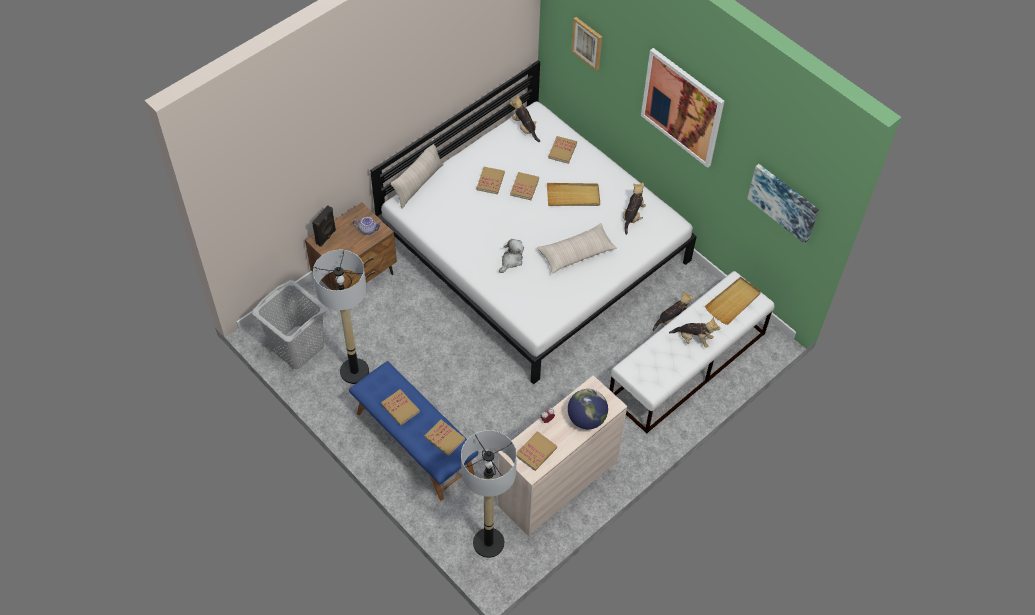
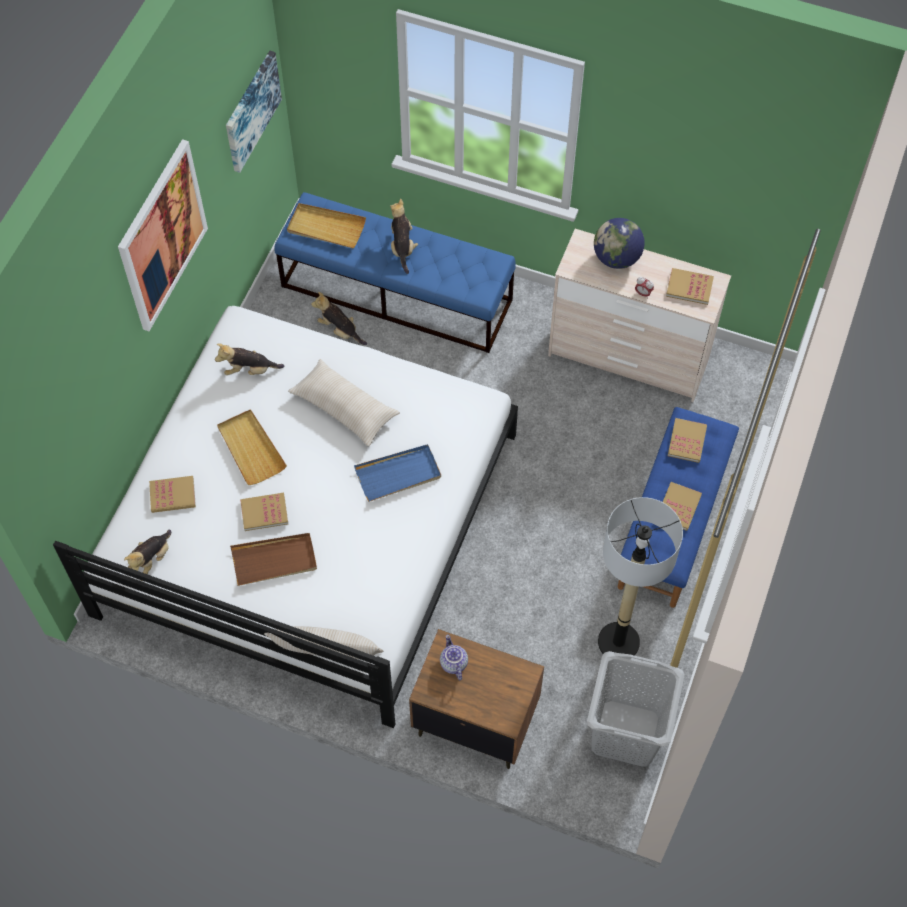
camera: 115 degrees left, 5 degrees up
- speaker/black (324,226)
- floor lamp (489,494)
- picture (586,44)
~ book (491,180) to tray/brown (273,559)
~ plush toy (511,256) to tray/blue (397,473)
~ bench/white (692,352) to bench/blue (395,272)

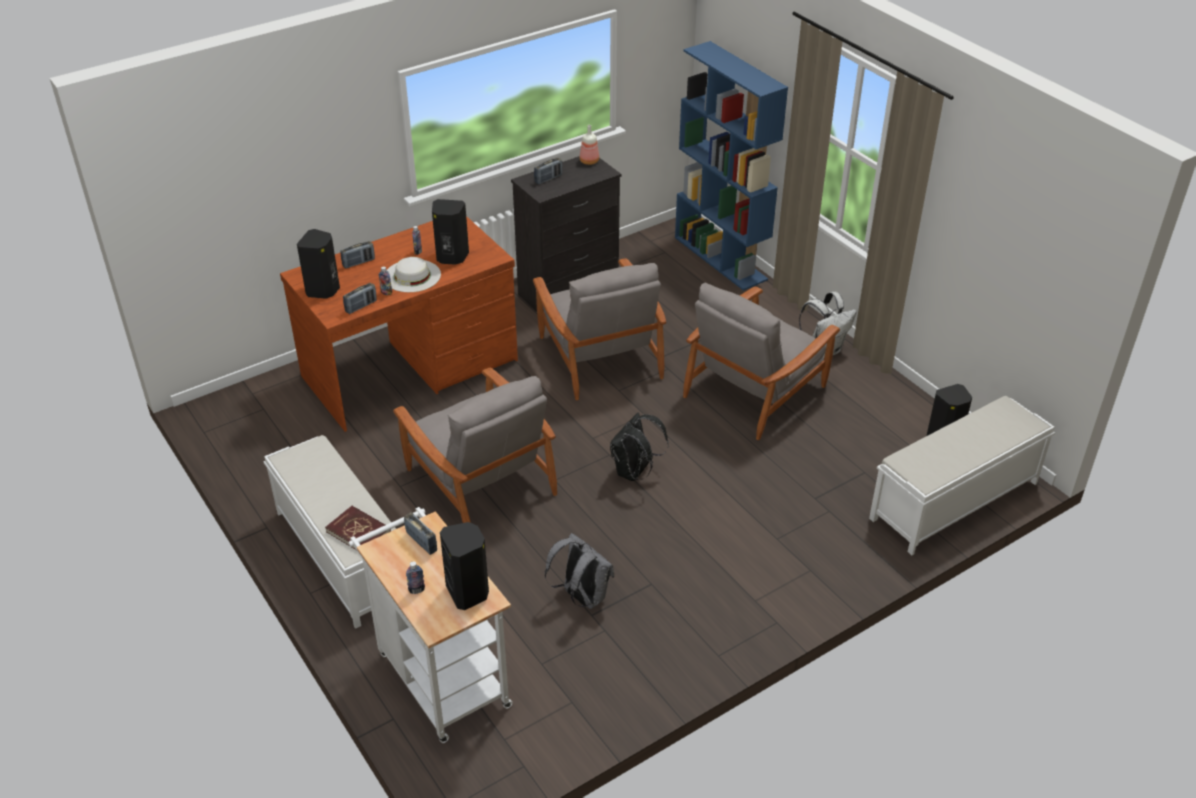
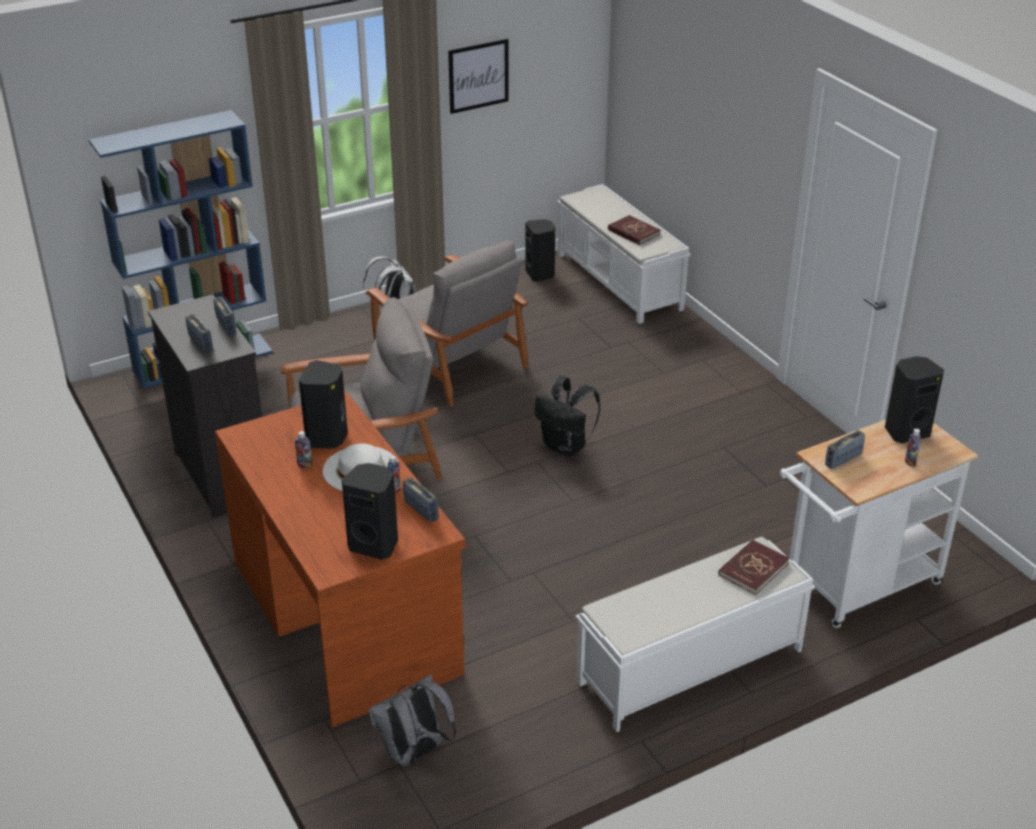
camera: 85 degrees left, 5 degrees down
- armchair/grey (475,445)
- bottle (589,145)
+ picture (478,76)
+ book/red (634,230)
~ radio (357,255) to (225,316)
~ backpack/grey (579,571) to (412,721)

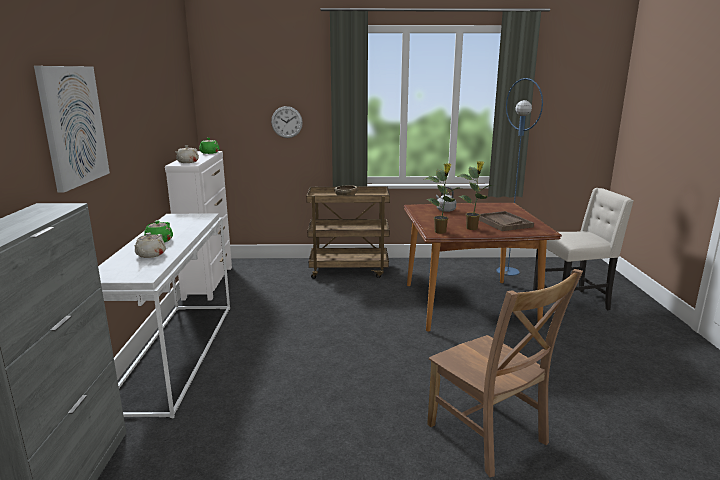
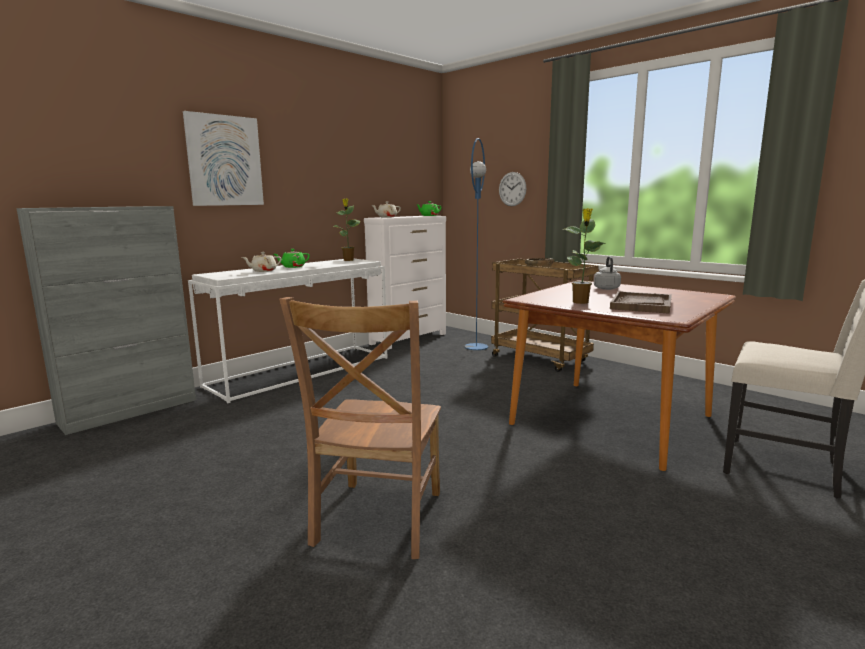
camera: 45 degrees right, 5 degrees down
~ potted plant (441,198) to (346,229)
~ floor lamp/blue (519,177) to (476,244)

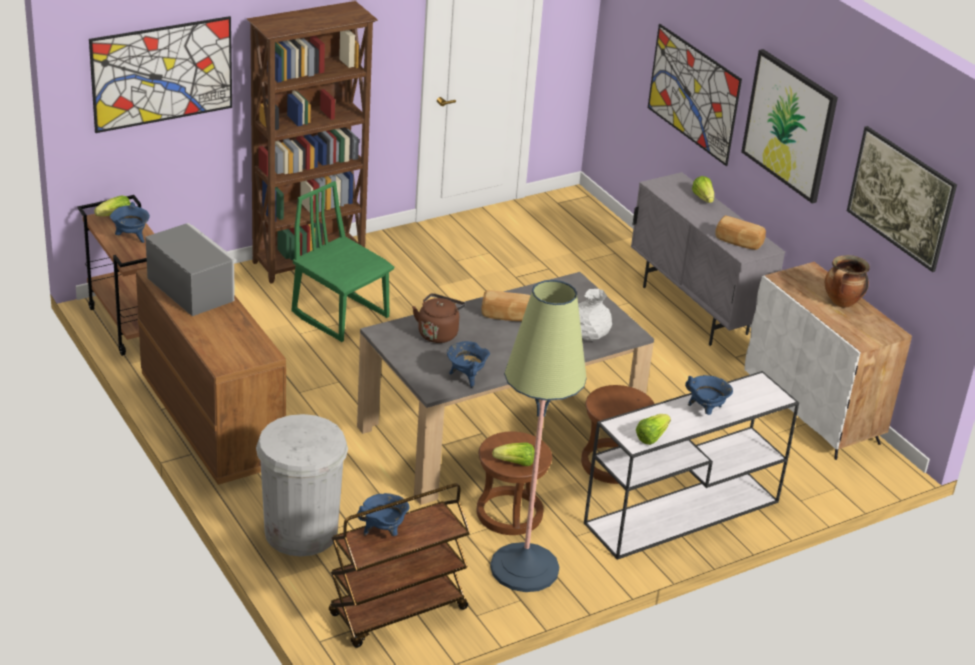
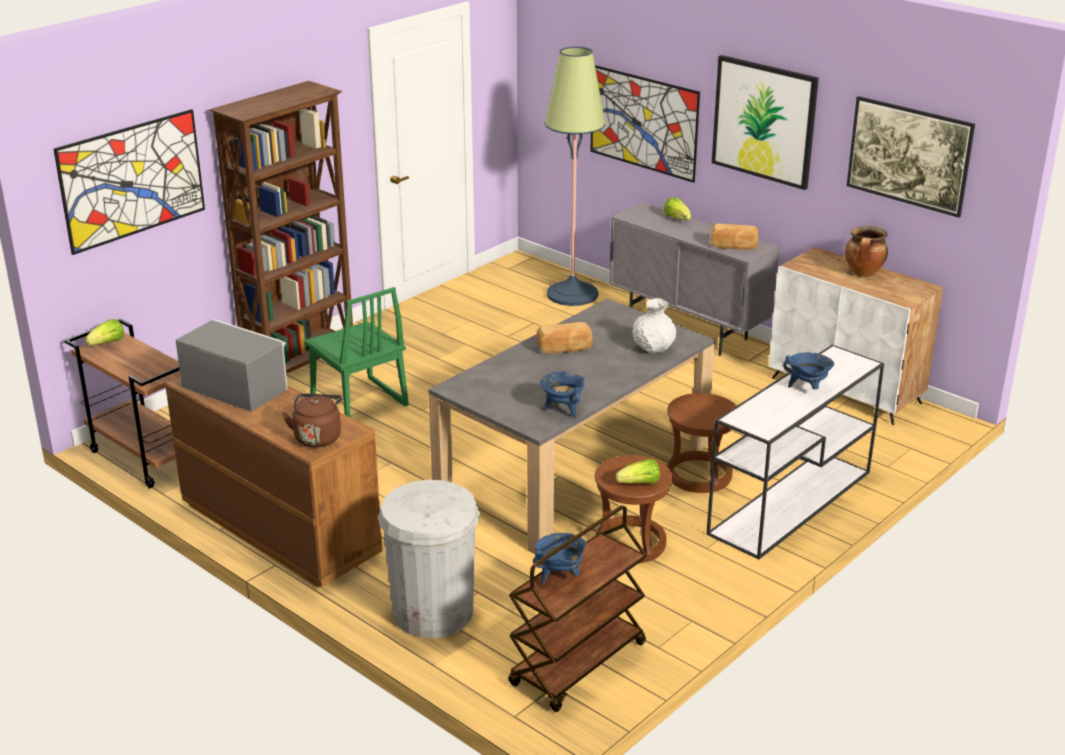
camera: 15 degrees left, 5 degrees down
- cooking pot/blue (130,222)
- lettuce (653,429)
~ kettle/brown (438,318) to (312,420)
~ floor lamp (538,436) to (575,176)
~ chair/green (342,261) = (356,352) 150 degrees counterclockwise

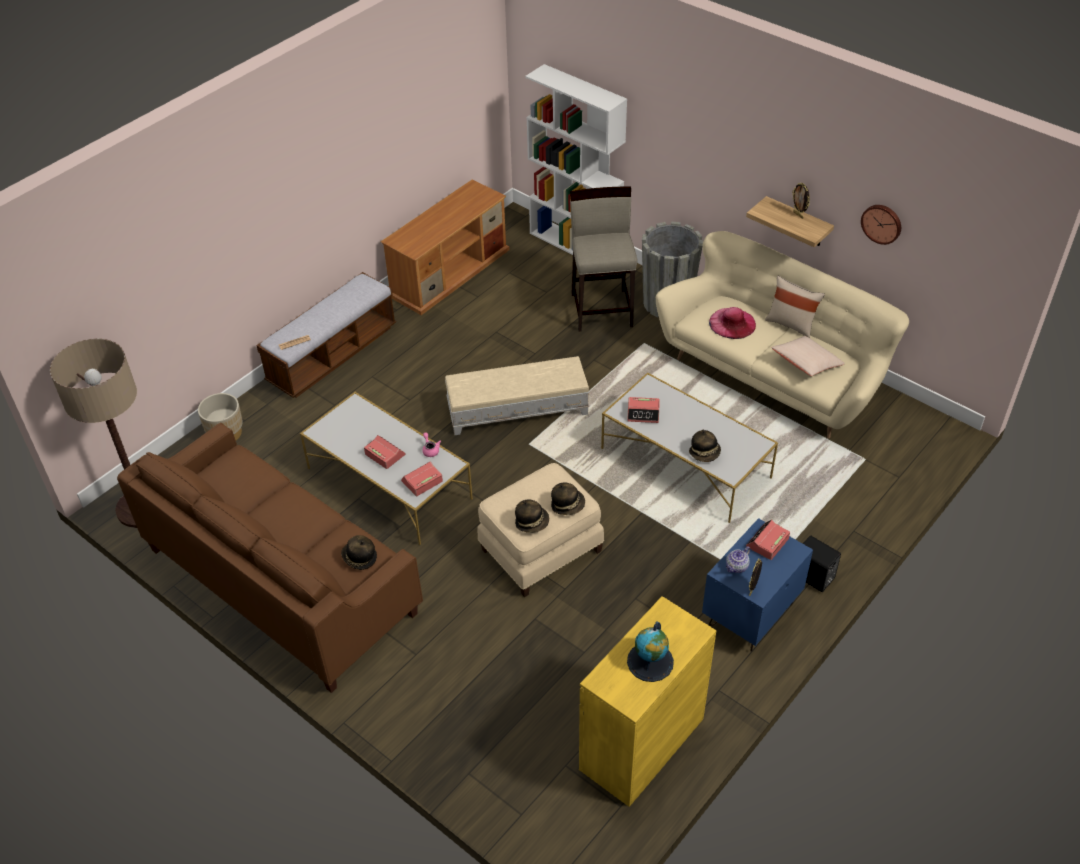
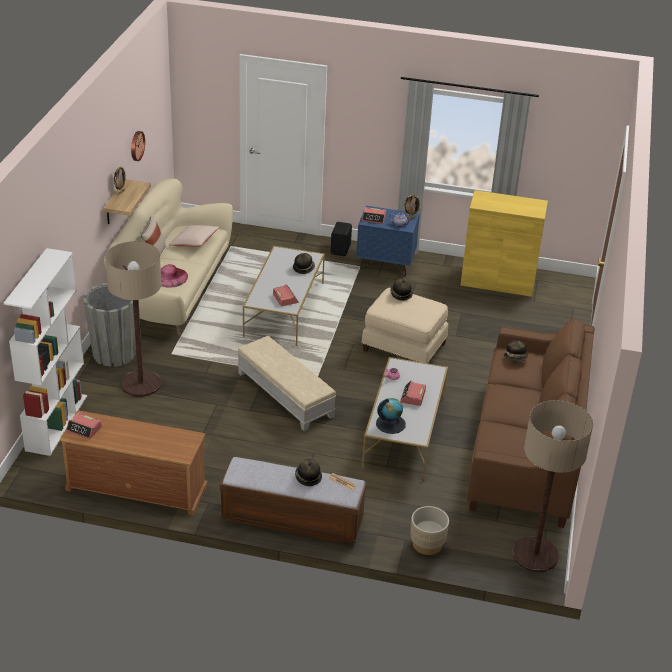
camera: 120 degrees left, 10 degrees down
~ alarm clock (422,478) to (84,426)
~ hat (532,516) to (308,472)
~ globe (650,652) to (391,416)
~ stool/beige (604,259) to floor lamp (133,319)

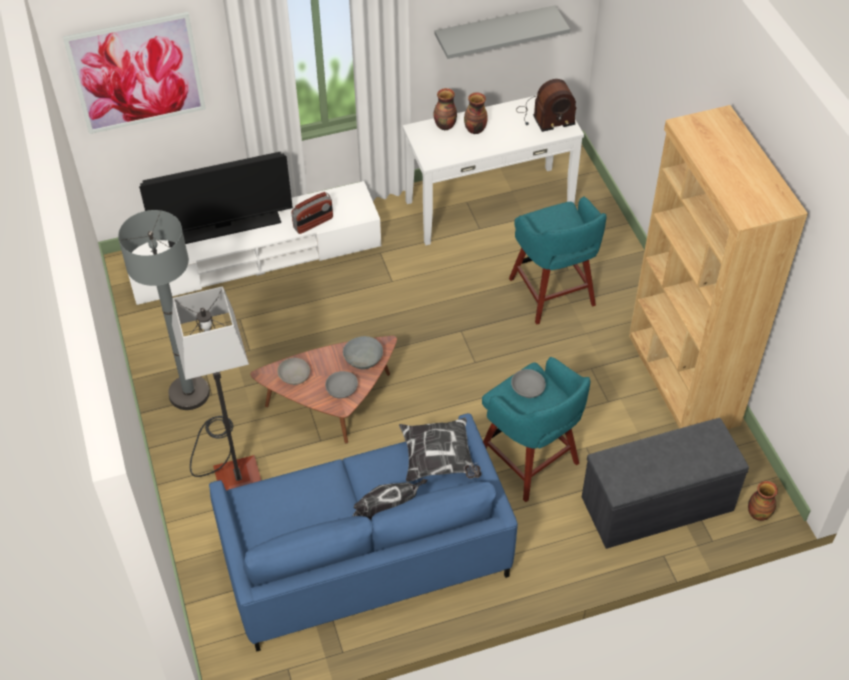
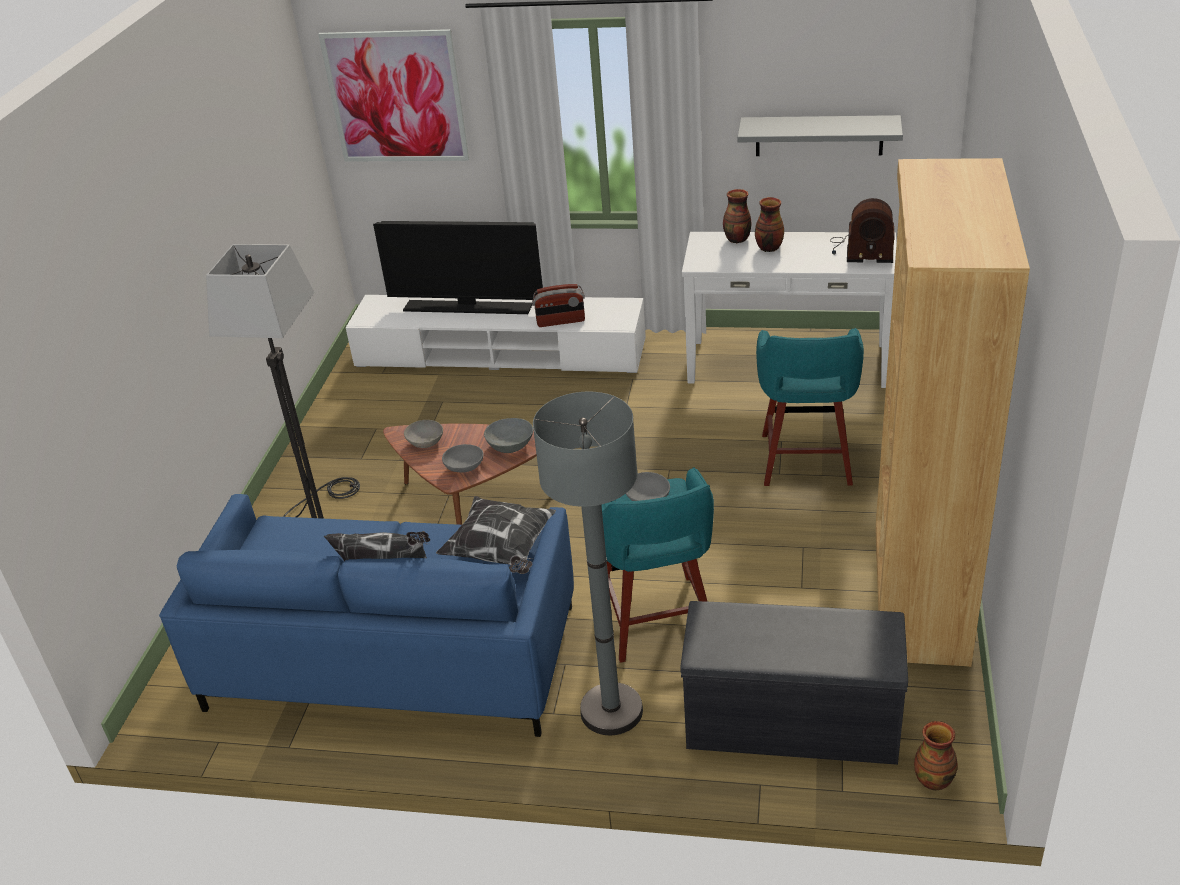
camera: 30 degrees right, 15 degrees down
~ floor lamp/grey (164,310) to (588,563)

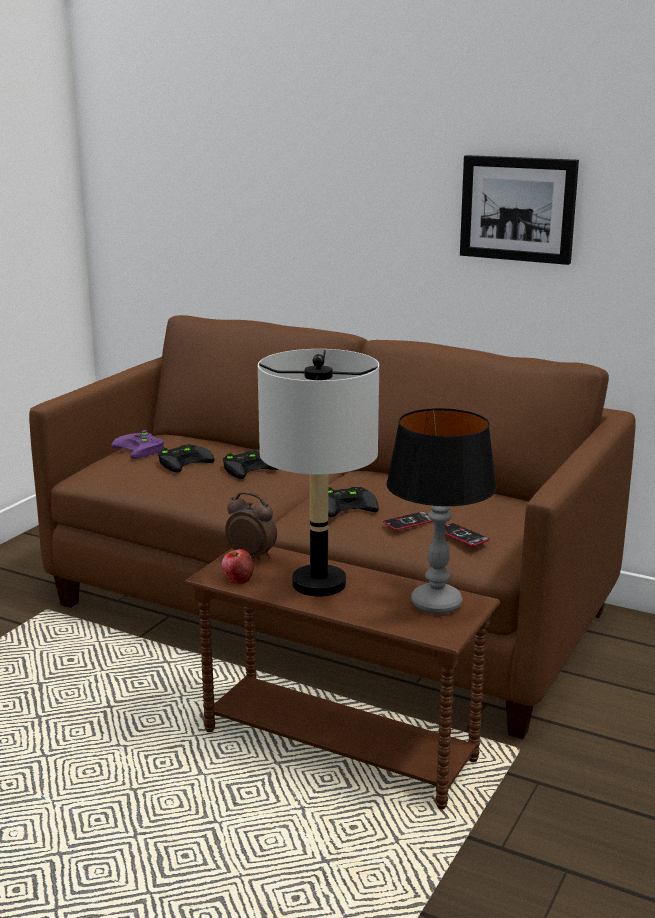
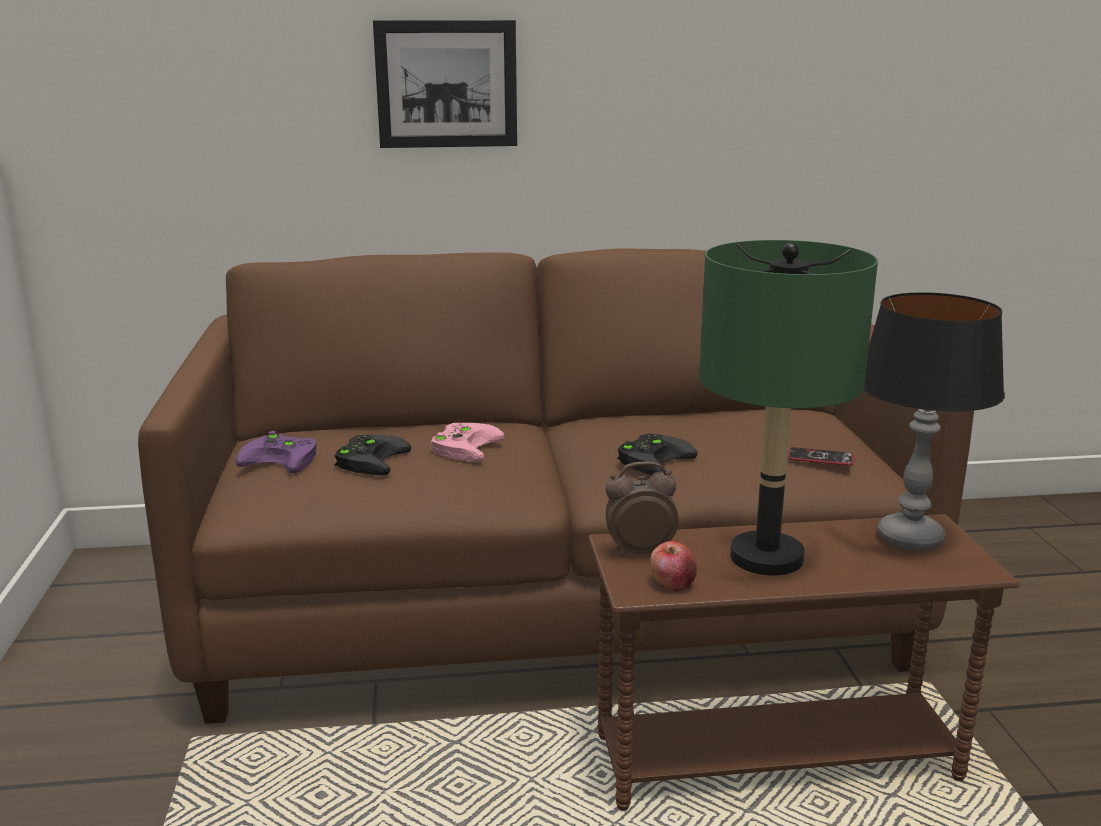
camera: 35 degrees left, 0 degrees up
- phone (408,521)
~ picture (519,210) to (445,84)
~ game controller/black (250,464) to game controller/pink (468,442)
~ table lamp/grey (318,473) to table lamp/green (788,407)

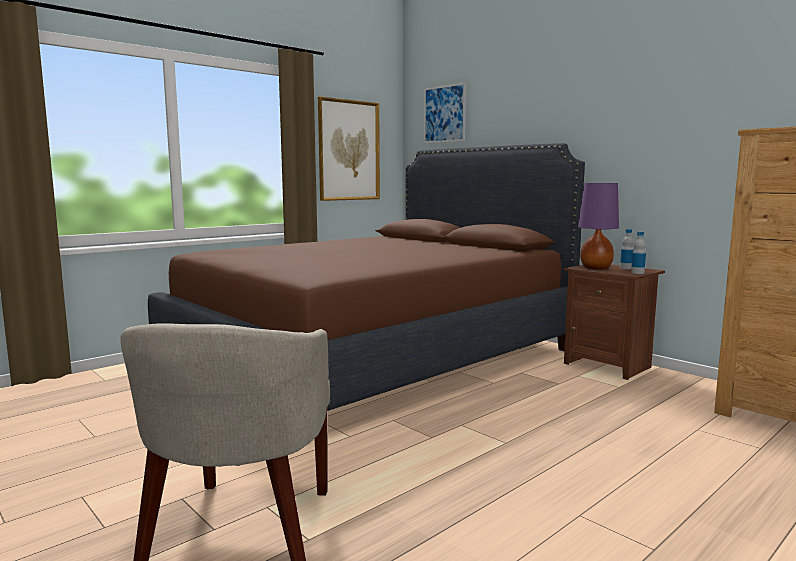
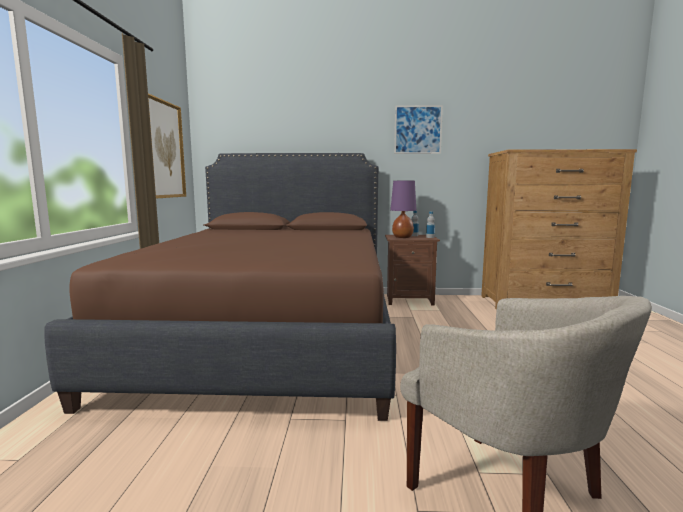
camera: 45 degrees left, 0 degrees up
~ picture (445,112) to (418,129)

